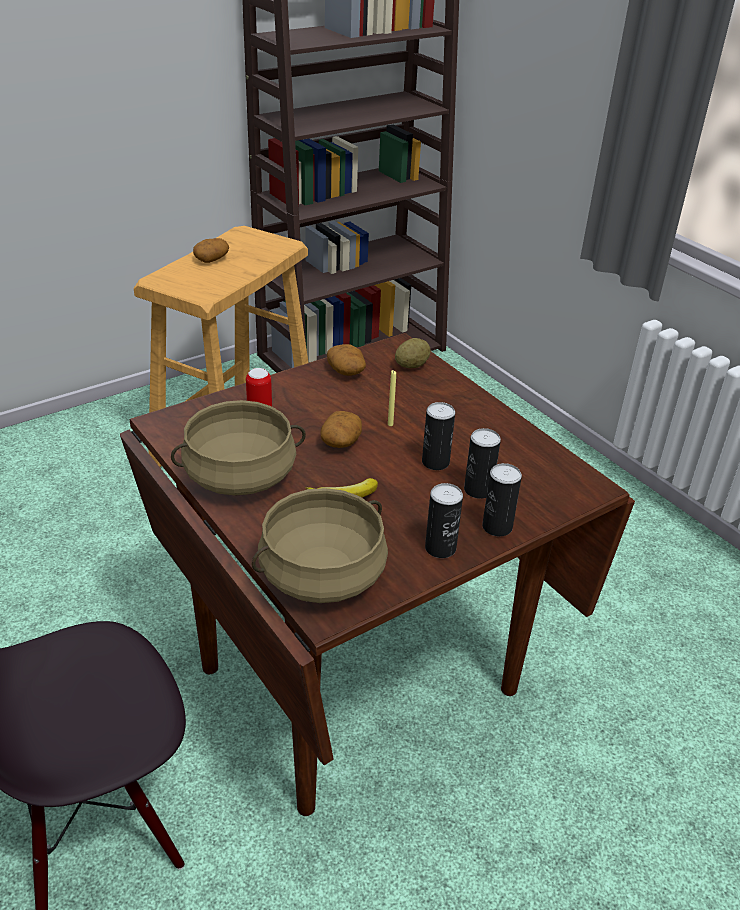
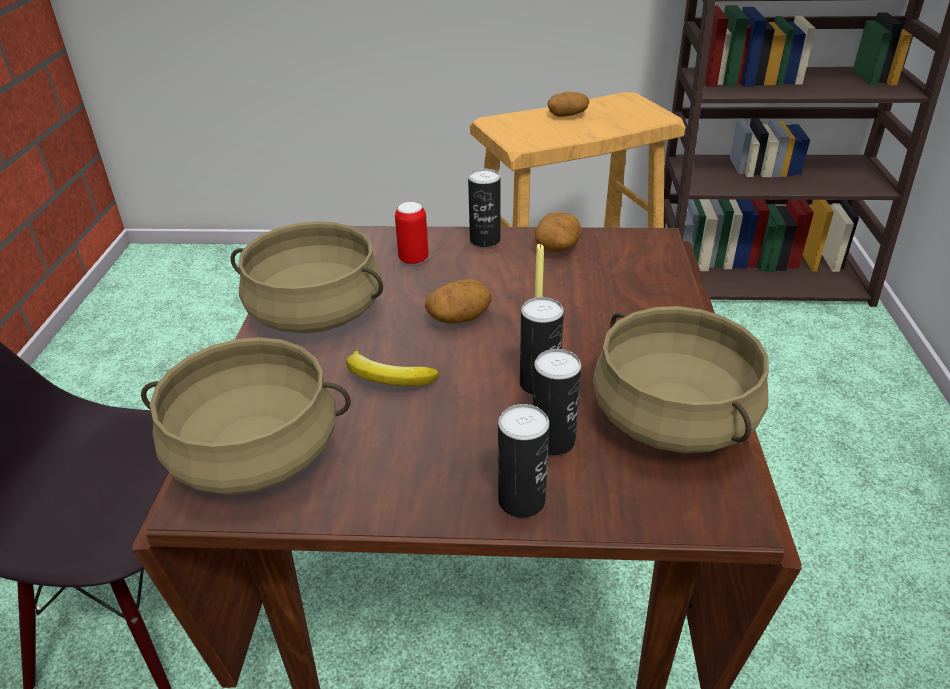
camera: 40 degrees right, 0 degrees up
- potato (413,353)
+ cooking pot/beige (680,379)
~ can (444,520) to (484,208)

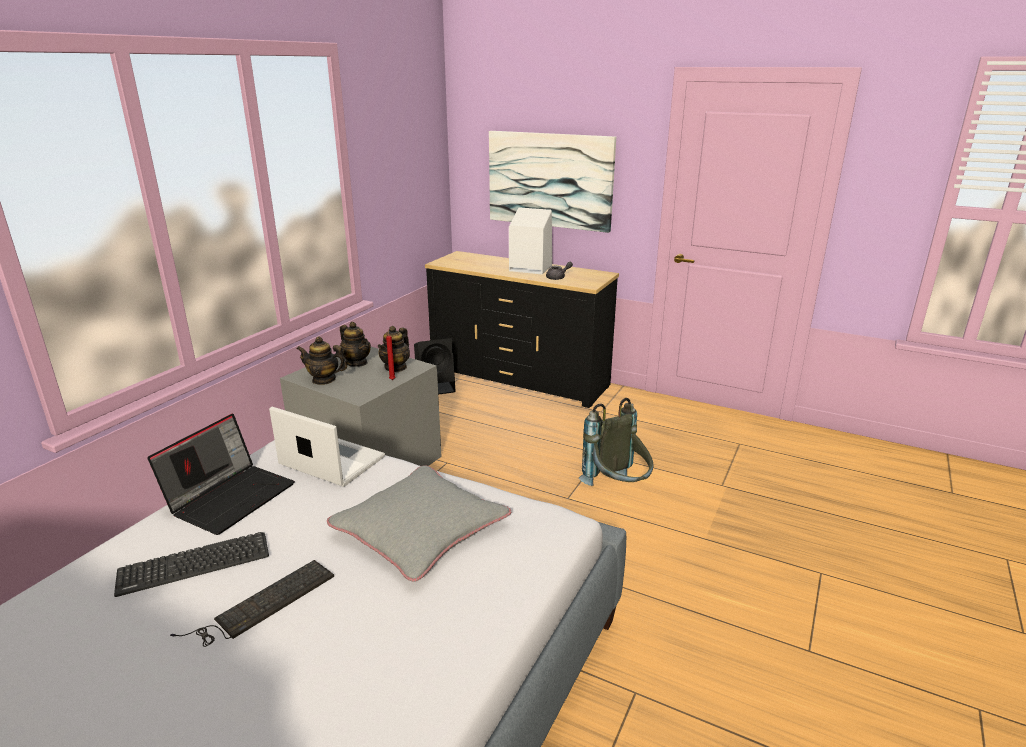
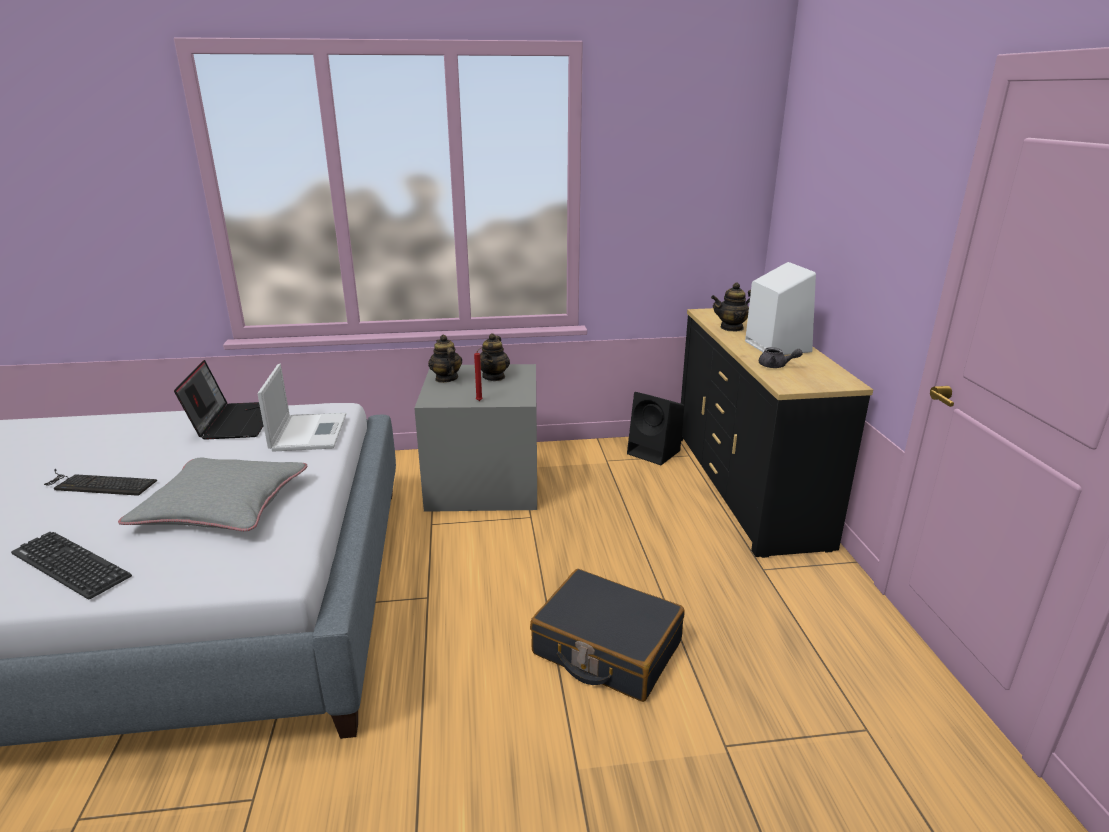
camera: 55 degrees right, 0 degrees up
- picture (552,182)
~ keyboard (191,564) to (71,565)
~ teapot (394,349) to (731,307)
~ backpack/grey (616,442) to suitcase/black (607,635)
~ laptop (221,474) = (218,400) 90 degrees counterclockwise

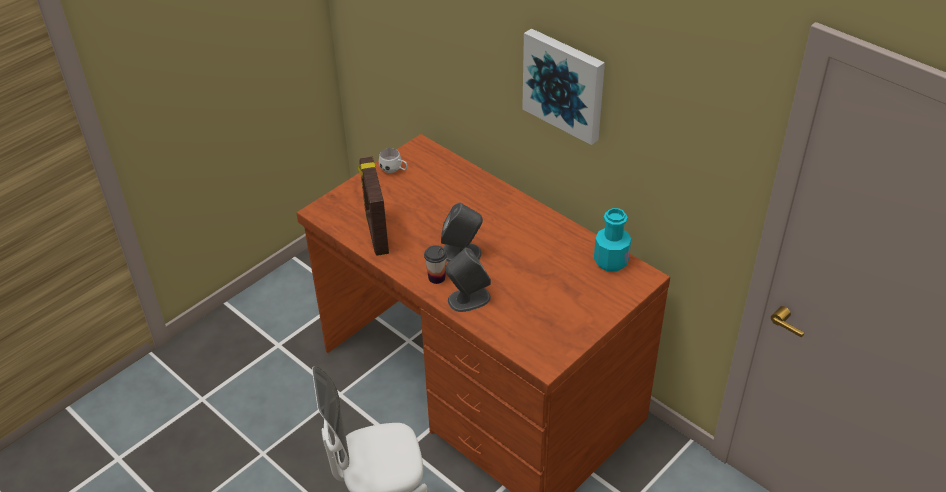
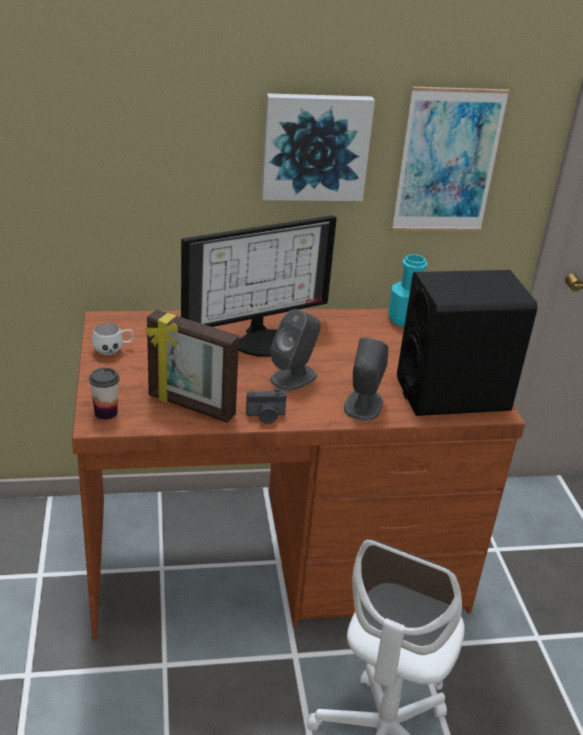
camera: 55 degrees left, 10 degrees down
+ monitor (259,286)
+ photo camera (266,406)
+ picture (451,158)
+ speaker/black (467,343)
~ cup (435,264) to (104,394)

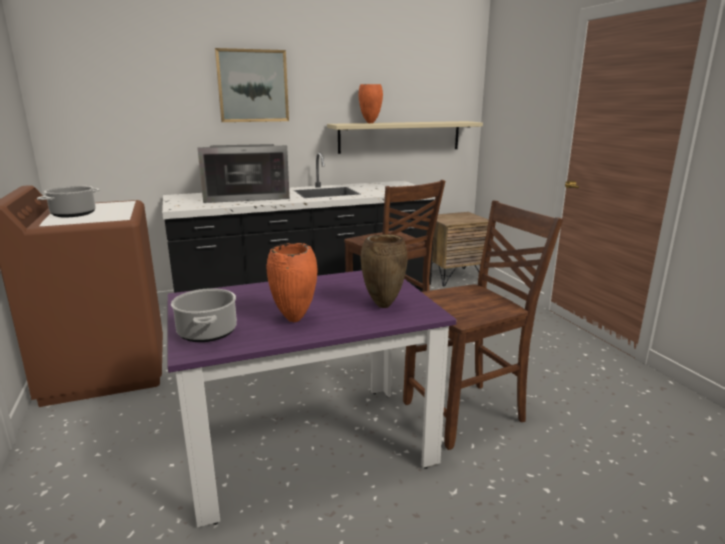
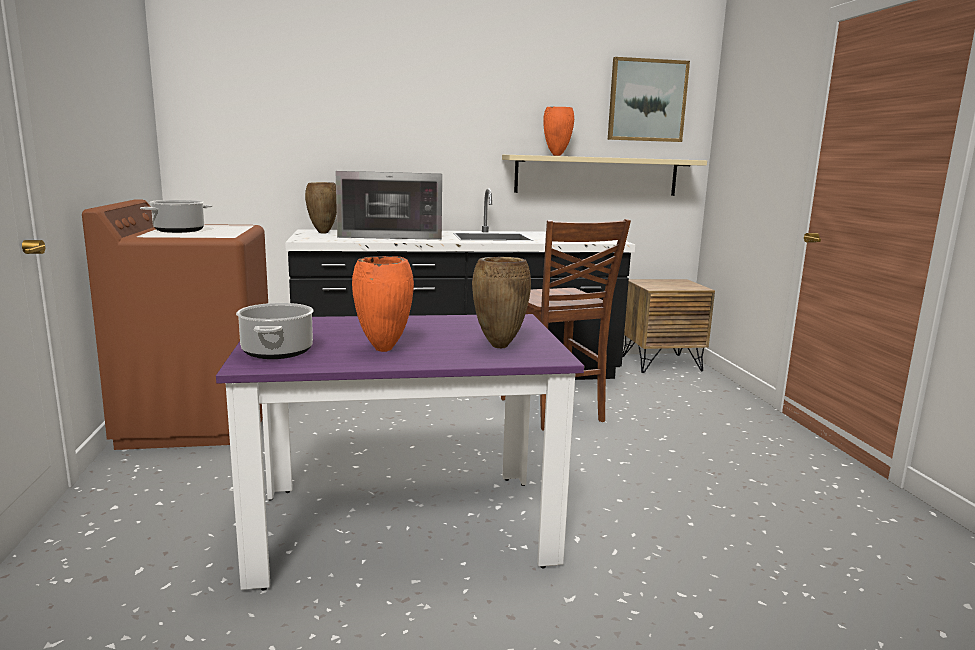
camera: 10 degrees right, 5 degrees down
- chair/brown (483,325)
+ vase/brown (321,208)
~ picture (252,85) to (649,99)

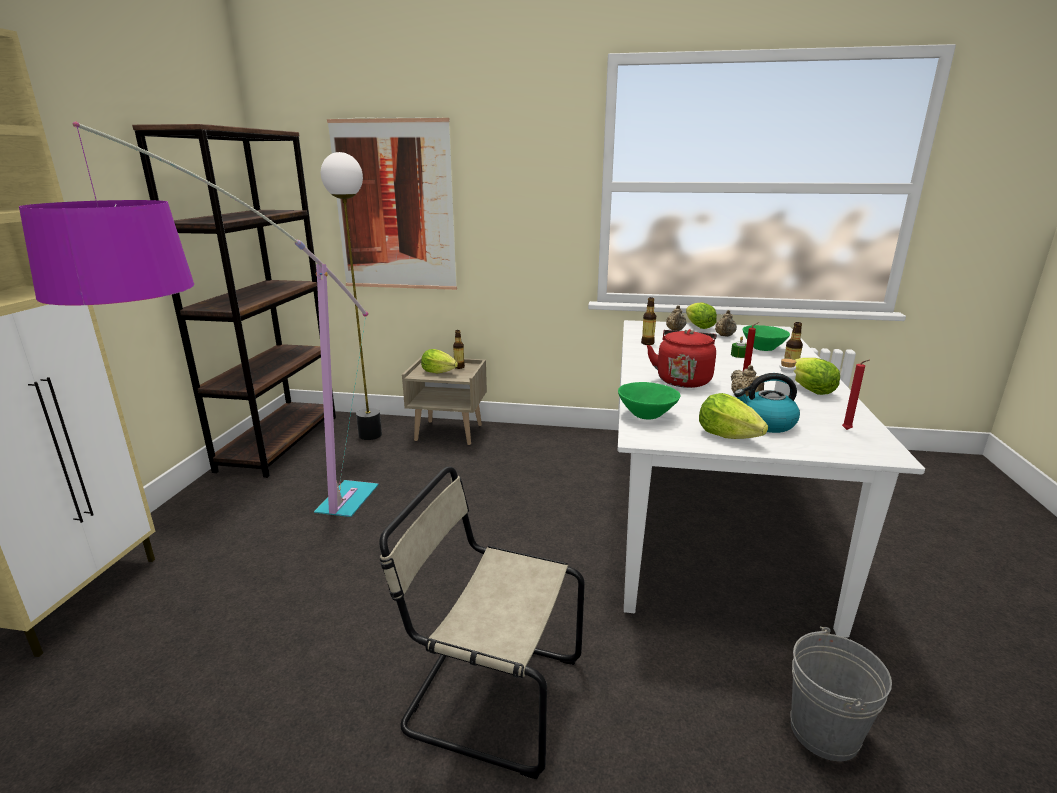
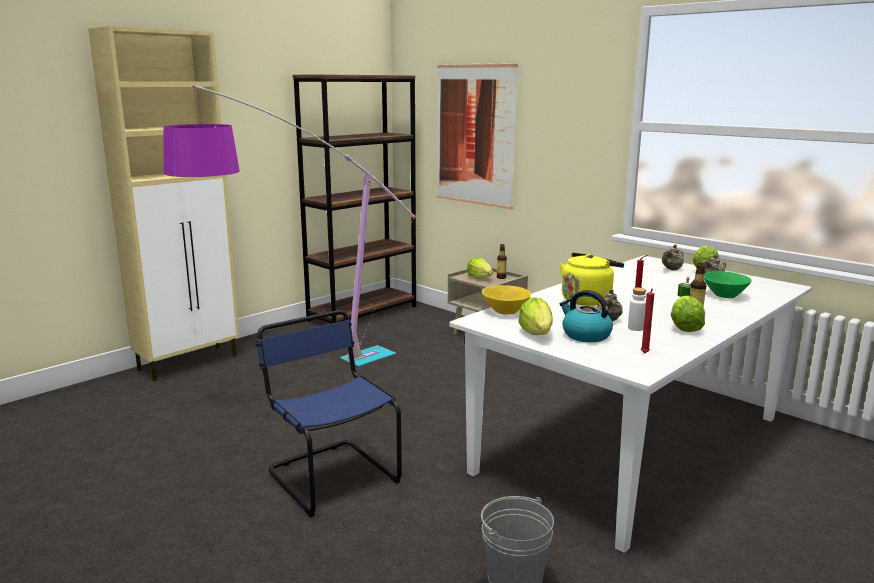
camera: 35 degrees right, 5 degrees down
- floor lamp (351,296)
- bottle (648,321)
~ chair/beige (482,623) to chair/blue (329,413)
~ bowl/green (649,400) to bowl/yellow (506,299)
~ kettle/red (682,358) to kettle/yellow (592,279)

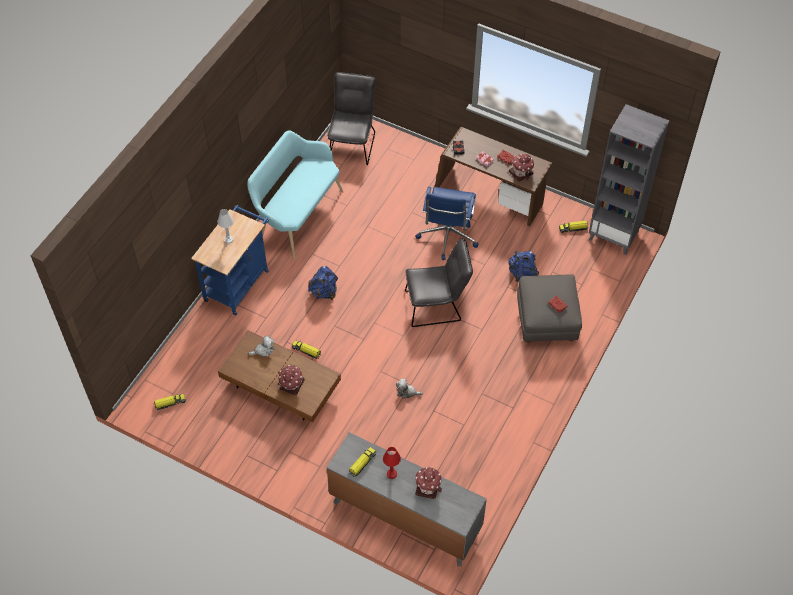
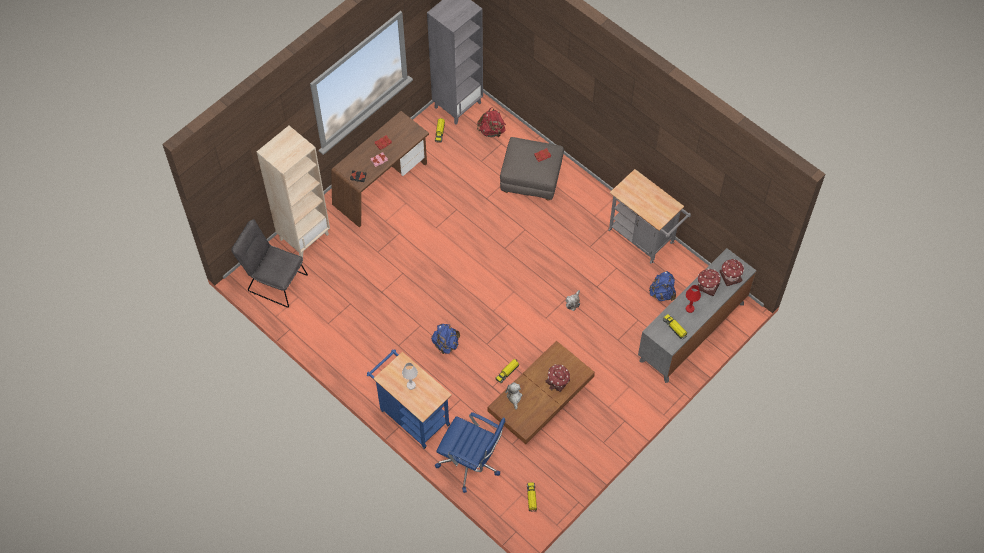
camera: 75 degrees left, 5 degrees up
- bench/turquoise (295,194)
- chair/grey (439,282)
+ bookcase/beige (293,191)
+ backpack/red (491,122)
+ cart/grey (649,216)
~ office chair/blue (446,223) to (470,452)
~ toy house (521,168) to (732,272)
~ backpack/blue (524,266) to (662,286)

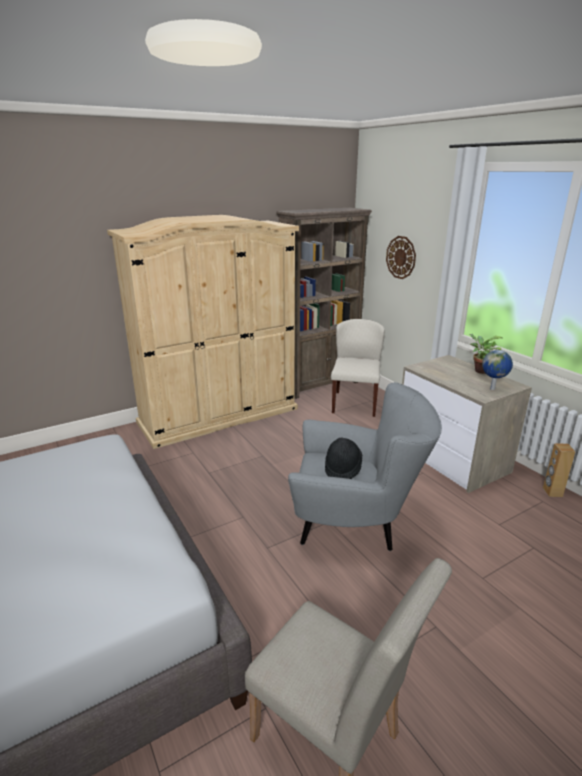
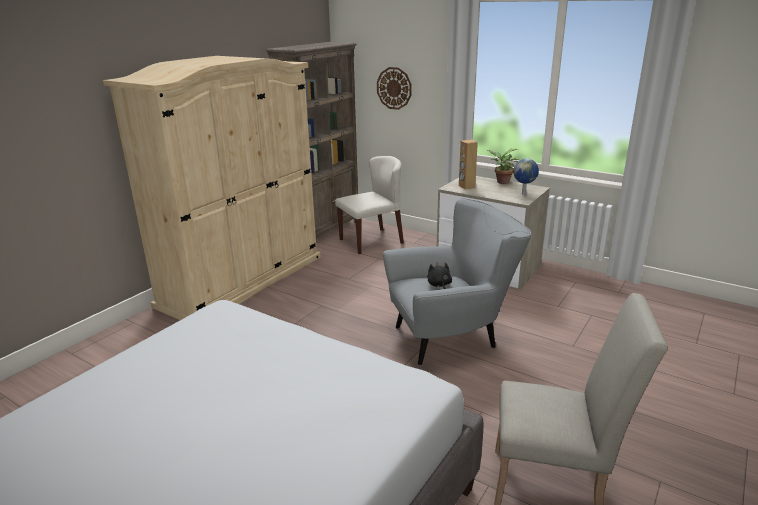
camera: 25 degrees left, 0 degrees up
~ speaker/brown (559,470) to (468,164)
~ hat/black (343,458) to plush toy/black (440,275)
~ chair/beige (358,368) = (369,205) 75 degrees clockwise

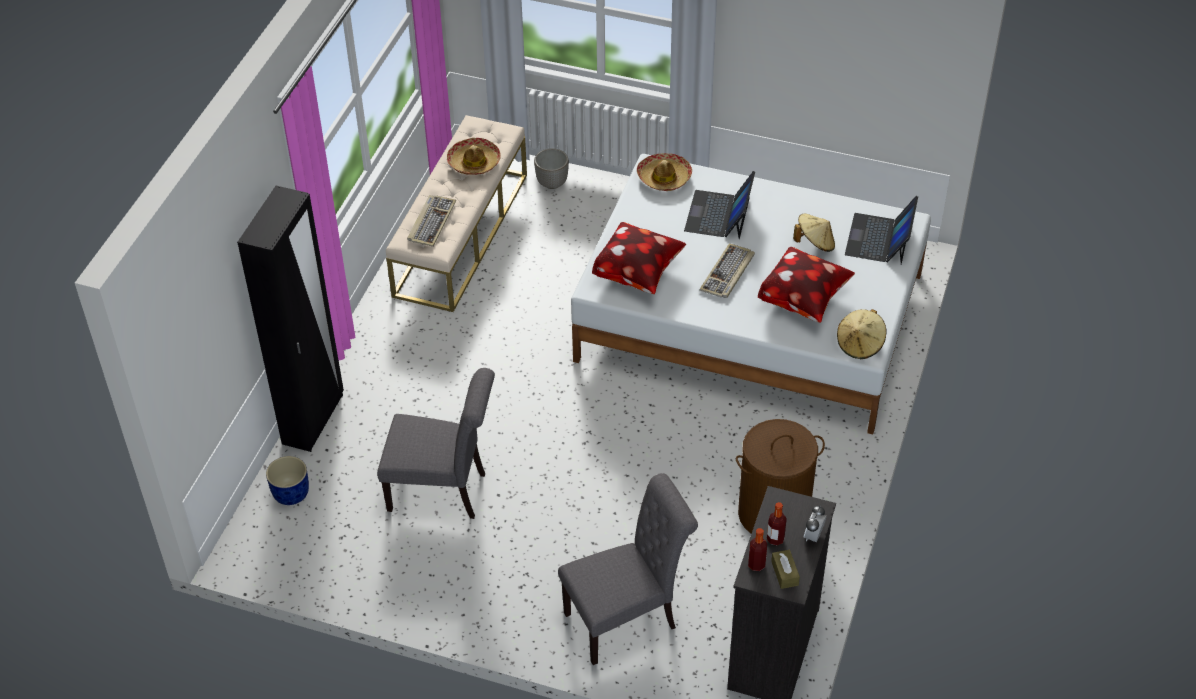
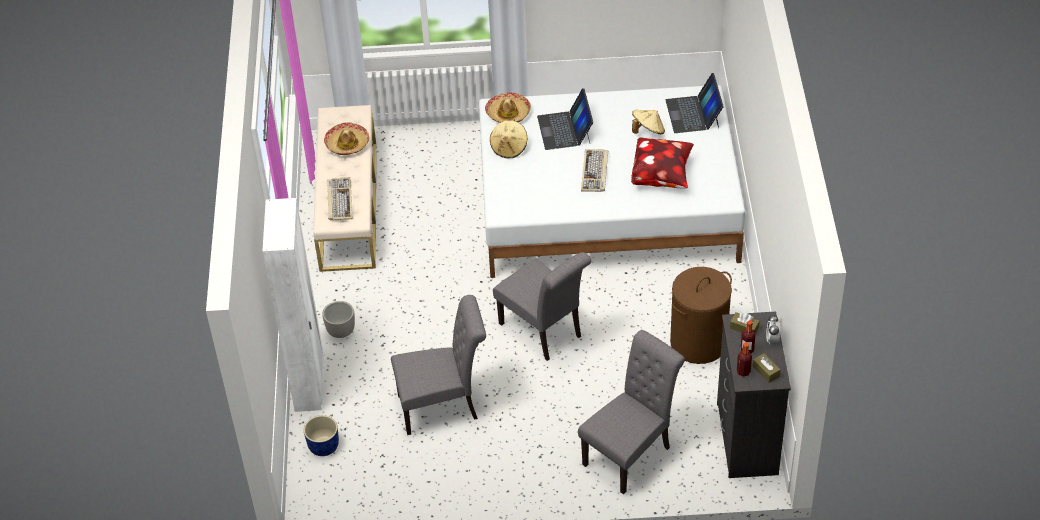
camera: 20 degrees left, 0 degrees up
- pillow (639,258)
+ chair/grey (542,306)
+ tissue box/brown (745,323)
~ planter (551,168) to (338,319)
~ hat/beige (862,334) to (508,138)
~ wardrobe/black (290,319) to wardrobe/white (293,305)

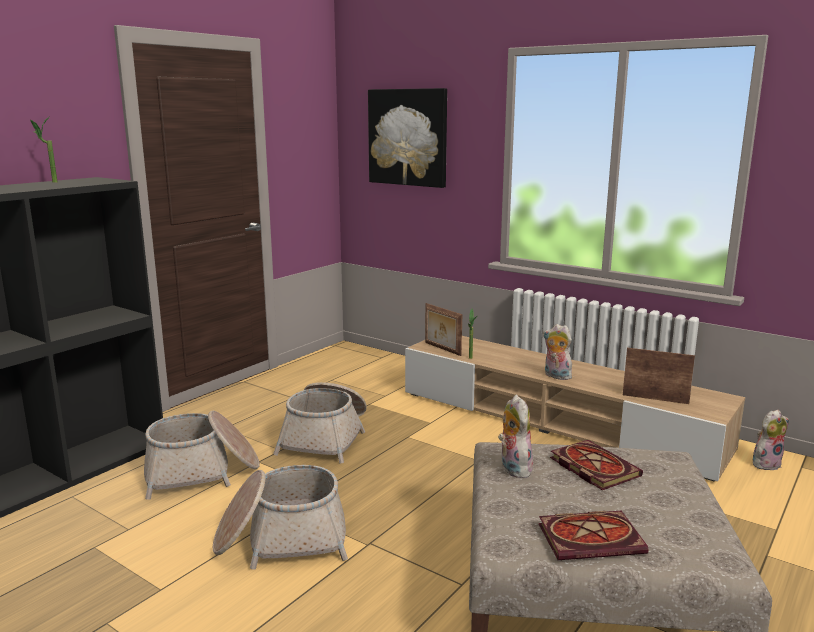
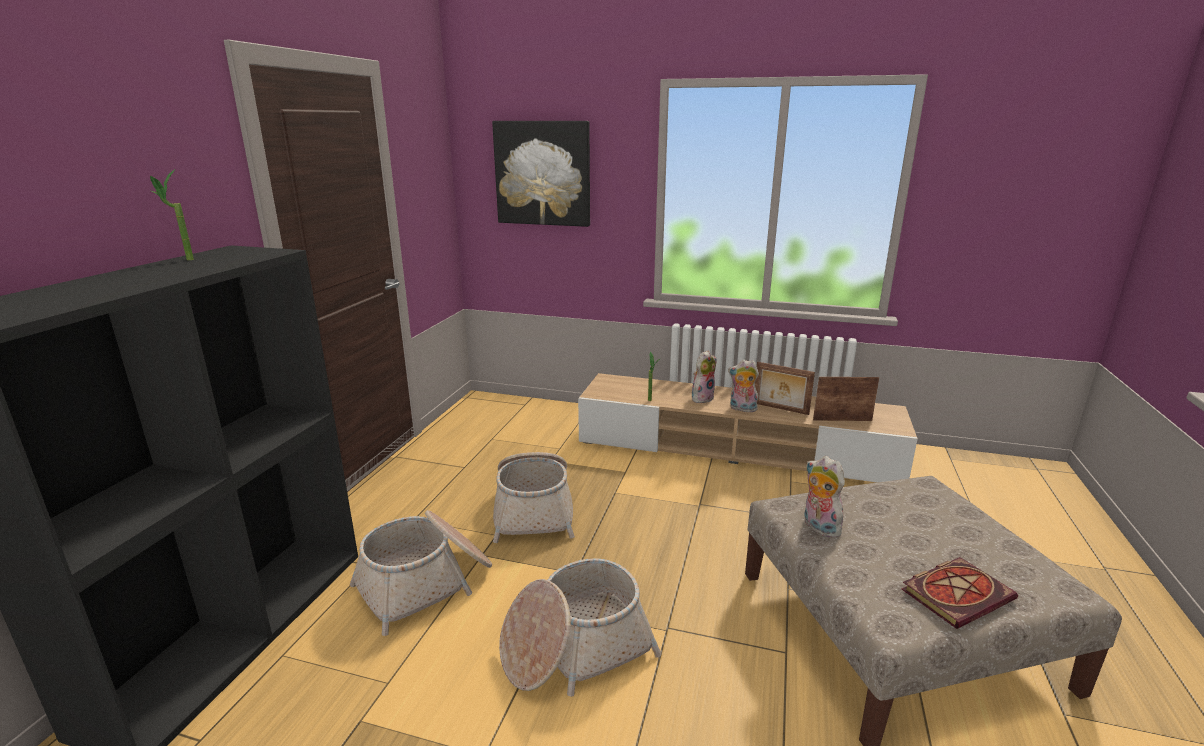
camera: 20 degrees left, 5 degrees up
- book (596,465)
~ picture frame (443,329) to (785,388)
~ plush toy (771,440) to (704,376)

